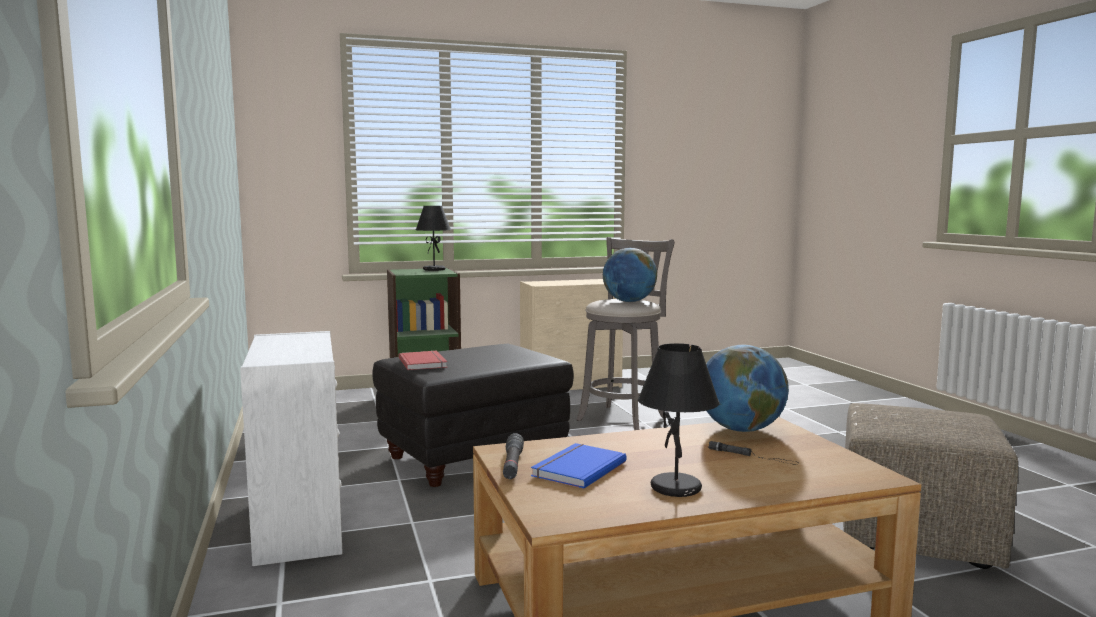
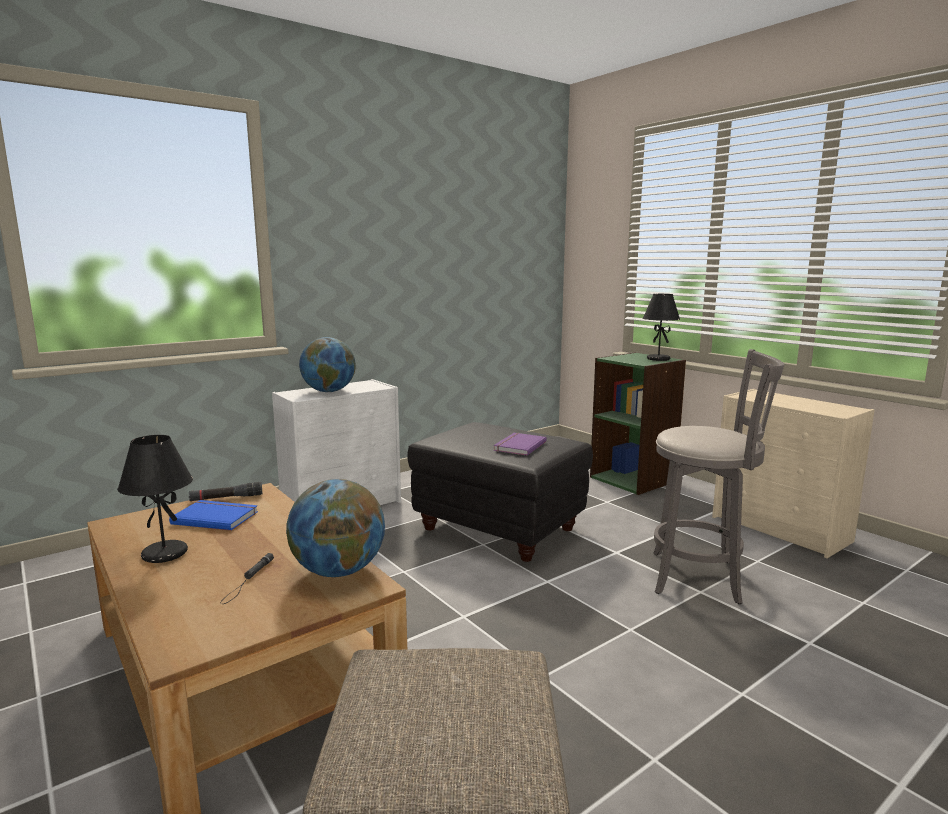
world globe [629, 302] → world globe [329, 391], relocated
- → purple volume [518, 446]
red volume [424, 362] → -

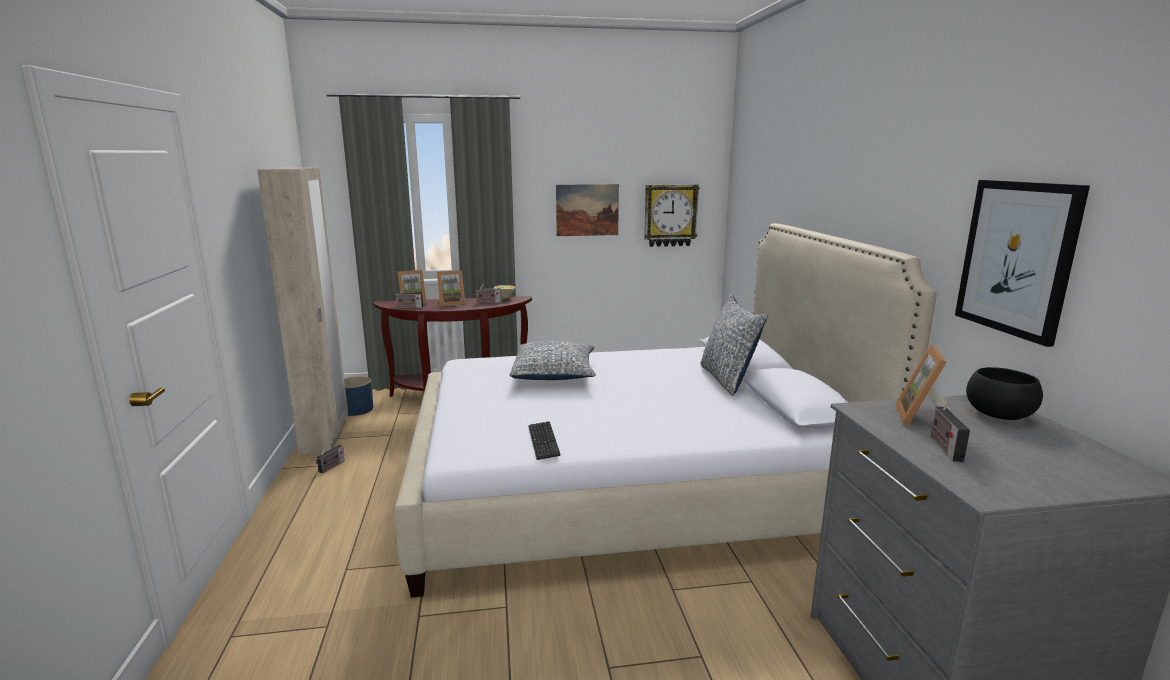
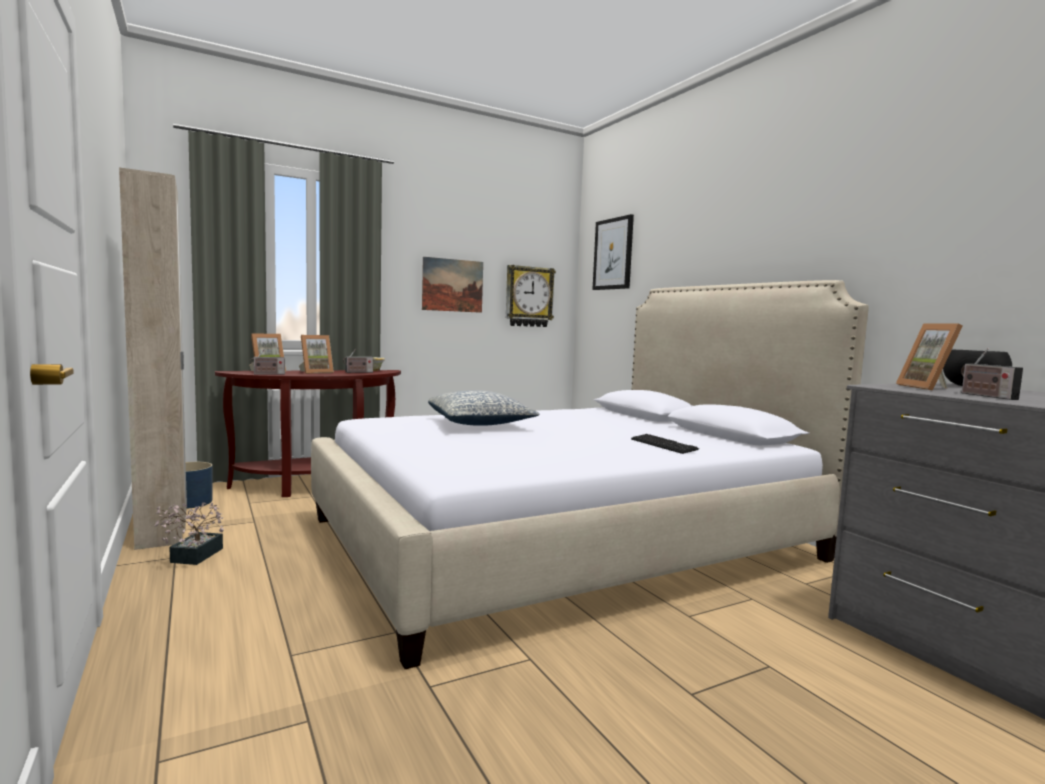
radio receiver [331, 467] → potted plant [192, 557]
wall art [1017, 258] → wall art [613, 254], relocated
keyboard [543, 441] → keyboard [663, 445], relocated
throw pillow [728, 380] → -

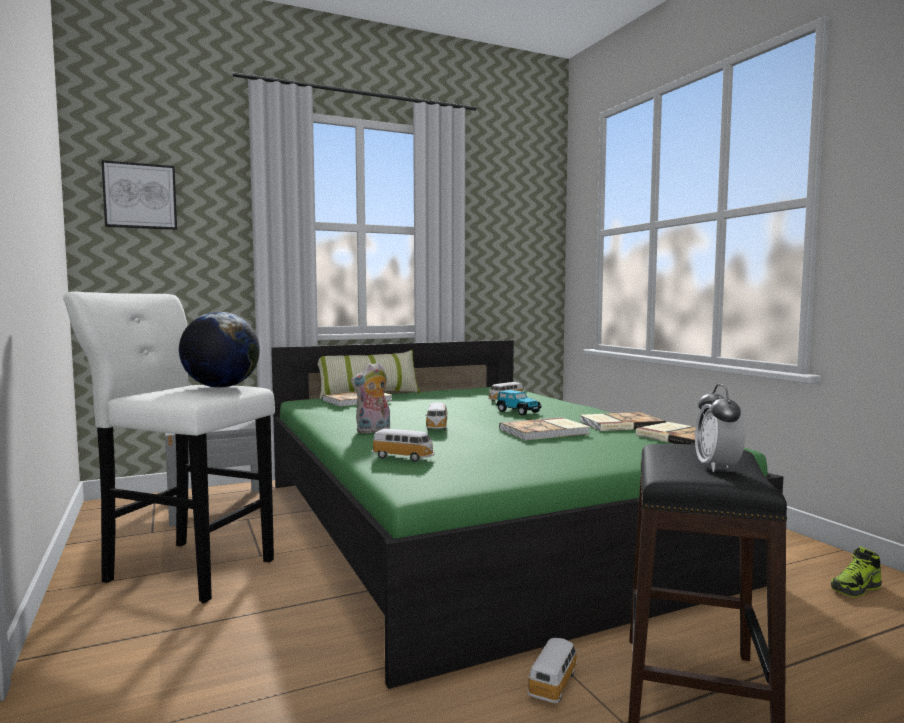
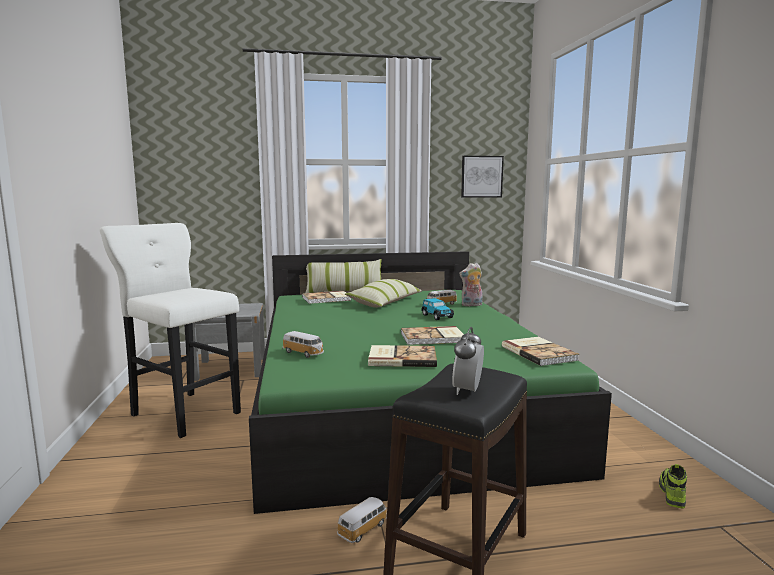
- → throw pillow [385, 302]
volume [619, 424] → volume [401, 358], relocated
cuddly toy [373, 431] → cuddly toy [471, 305], relocated
wall art [140, 196] → wall art [481, 176], relocated
shoe [856, 589] → shoe [672, 494], 120 degrees clockwise
world globe [221, 387] → -
miniature car [437, 427] → -

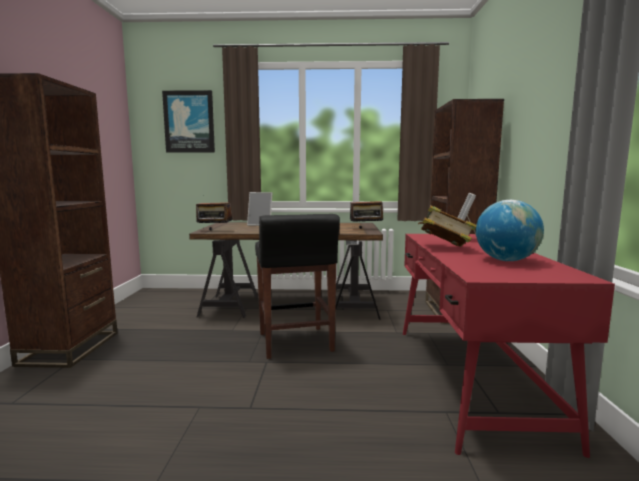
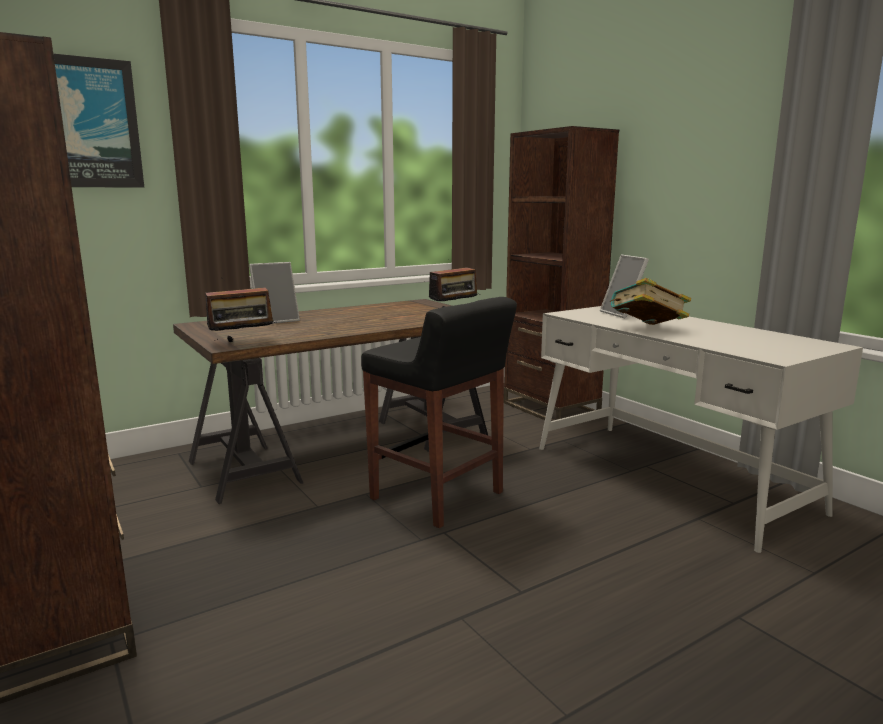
red desk [469, 378] → whitish desk [668, 478]
world globe [506, 260] → -

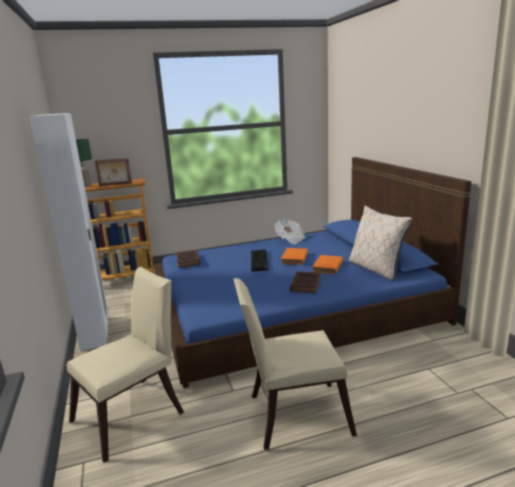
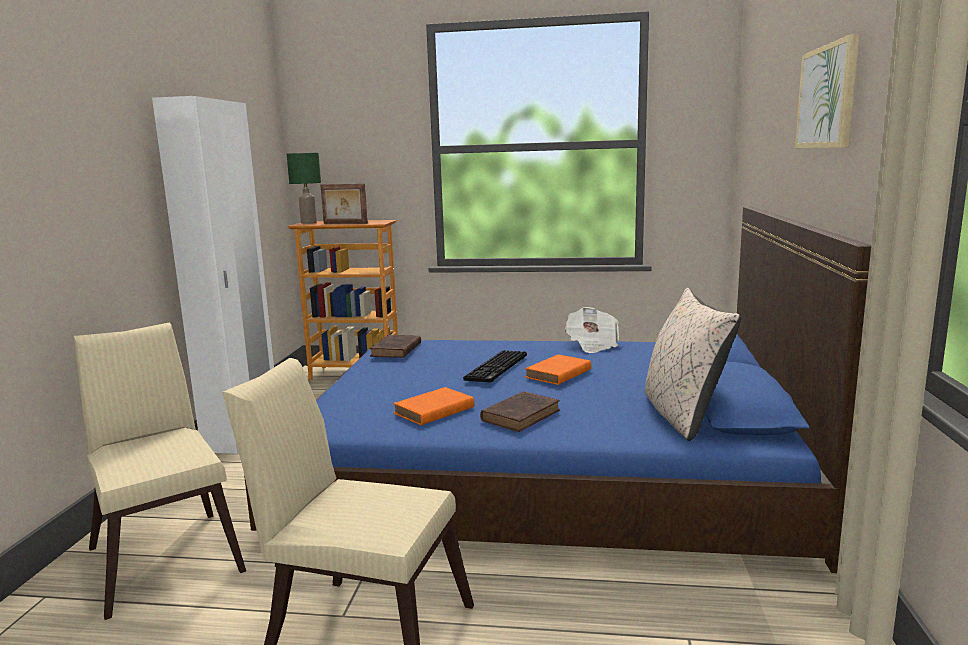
beige plain chair [134, 414] → beige plain chair [166, 554], 105 degrees counterclockwise
orange volume [327, 267] → orange volume [432, 411], relocated
- → wall art [827, 97]

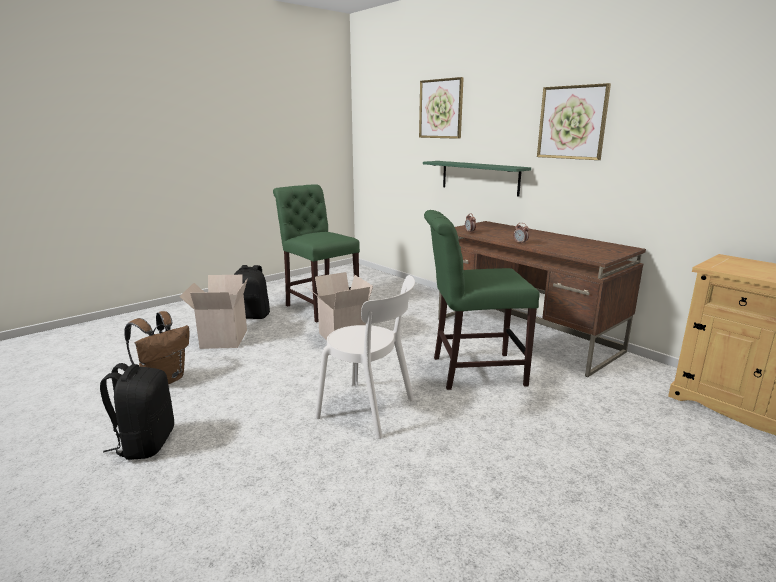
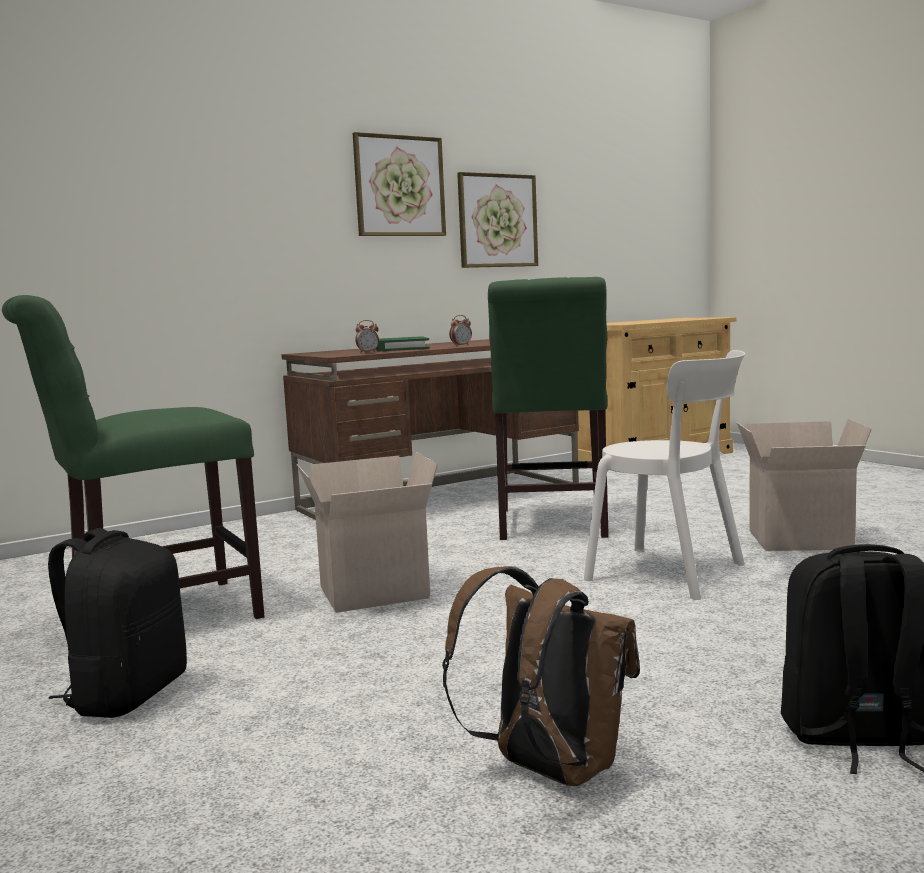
- → green-coloured volume [400, 348]
wall art [441, 109] → wall art [497, 221], relocated
whitish plain chair [370, 409] → whitish plain chair [672, 573], 90 degrees clockwise
packing box [222, 339] → packing box [798, 541], relocated
green-coloured shelf [479, 177] → -

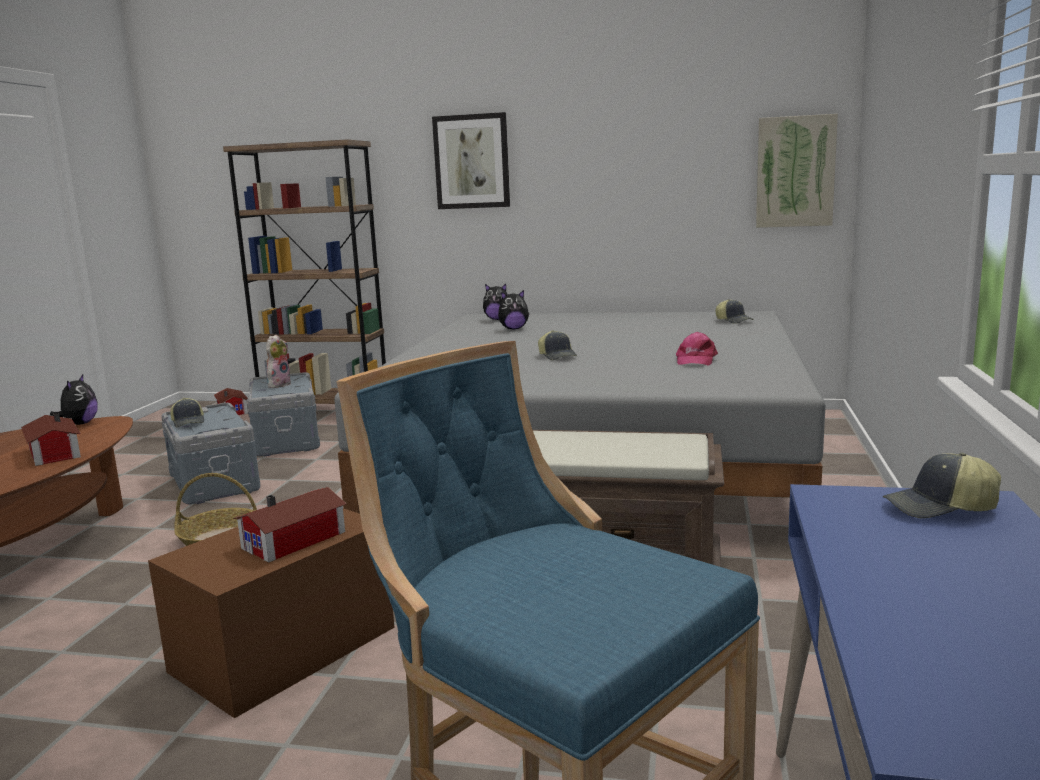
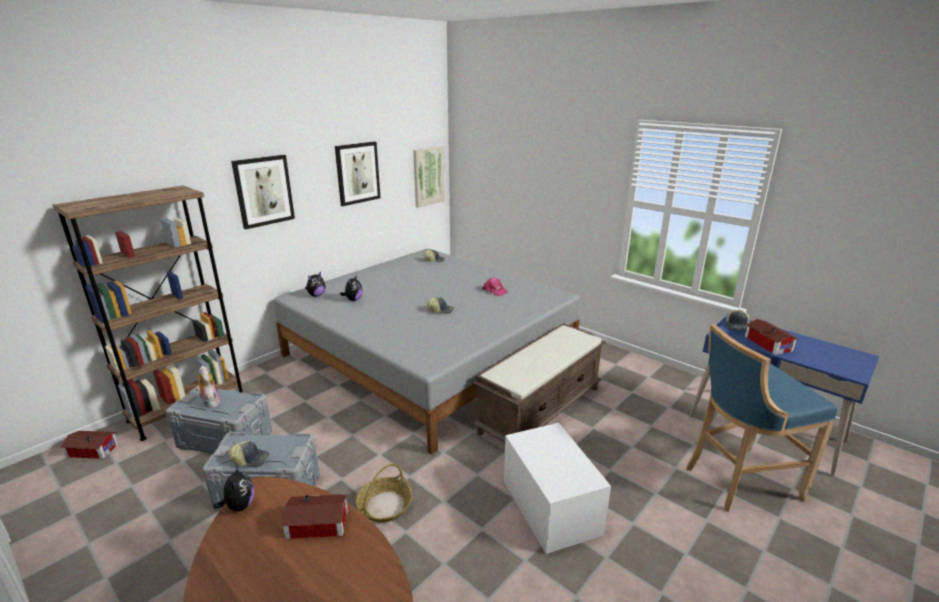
cuddly toy [80, 424] → cuddly toy [239, 506], 45 degrees clockwise
- → wall art [357, 173]
brown-coloured storage bin [284, 649] → whitish storage bin [551, 506]
model house [297, 539] → model house [768, 343], relocated

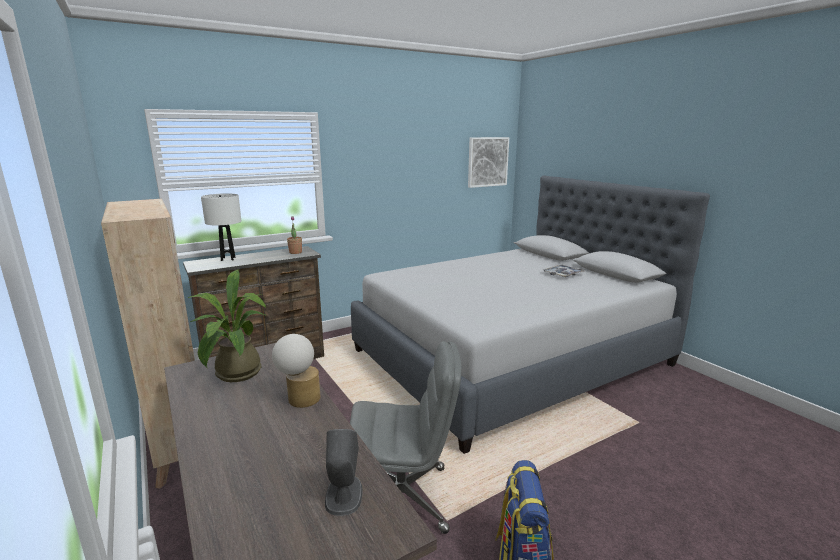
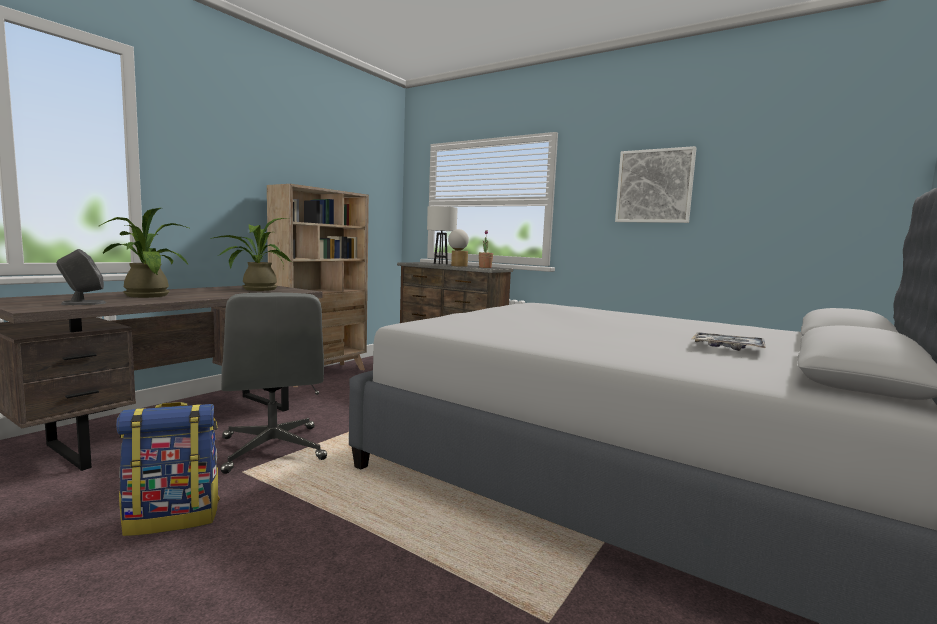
- → potted plant [146, 295]
table lamp [299, 399] → table lamp [458, 265], relocated
wall art [487, 162] → wall art [654, 186], relocated

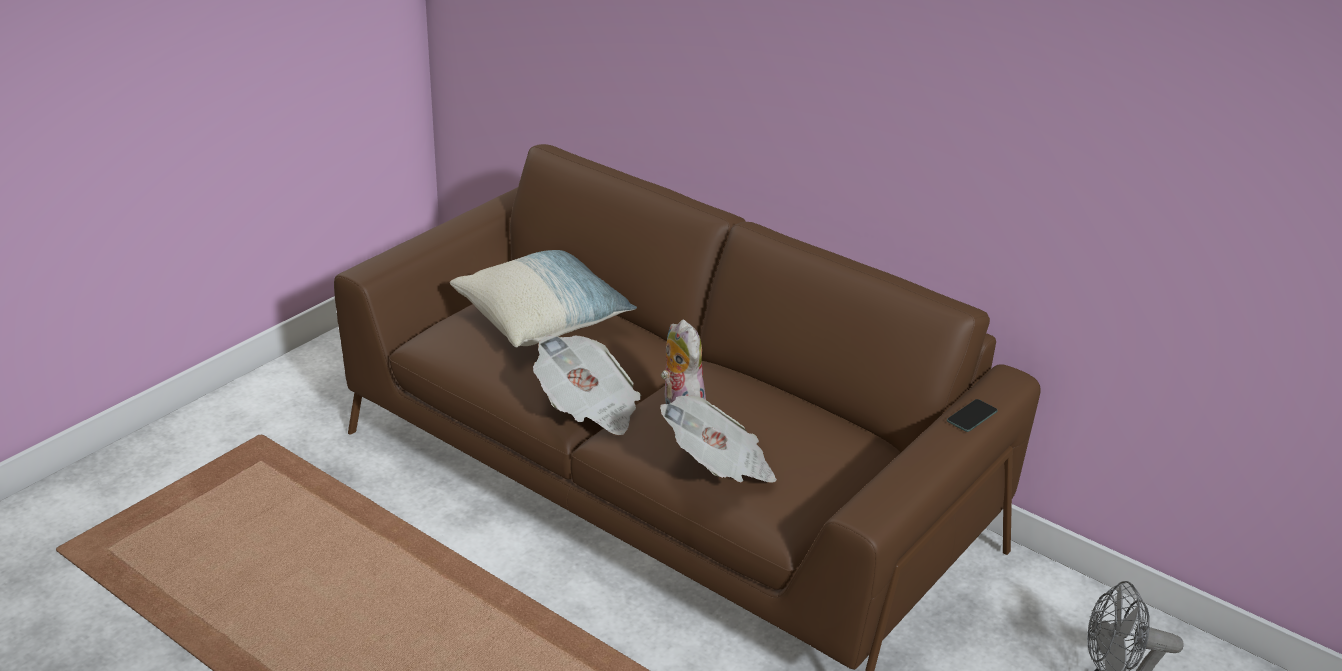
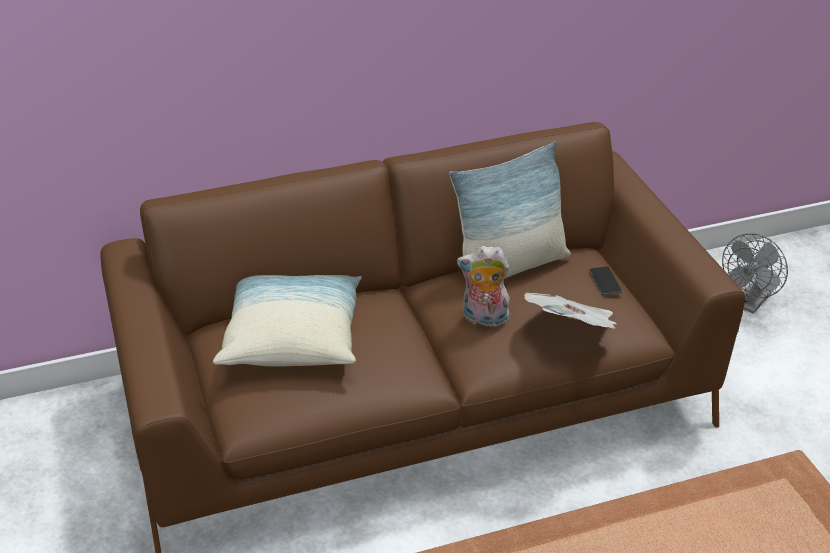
- → throw pillow [510, 267]
phone [972, 416] → phone [605, 281], relocated
printed paper [588, 408] → -

